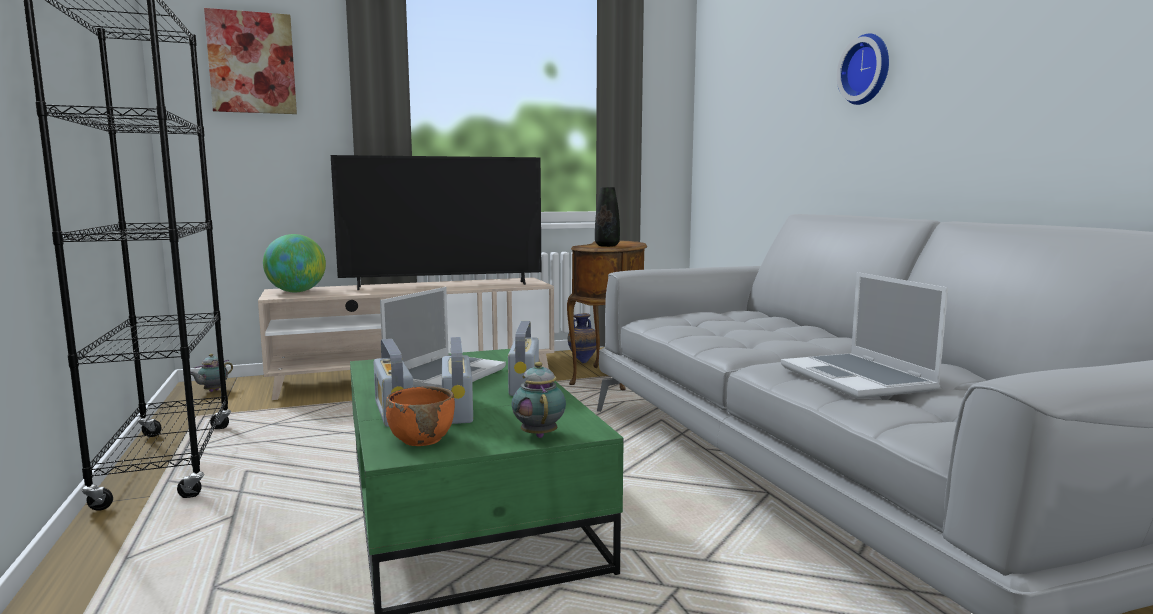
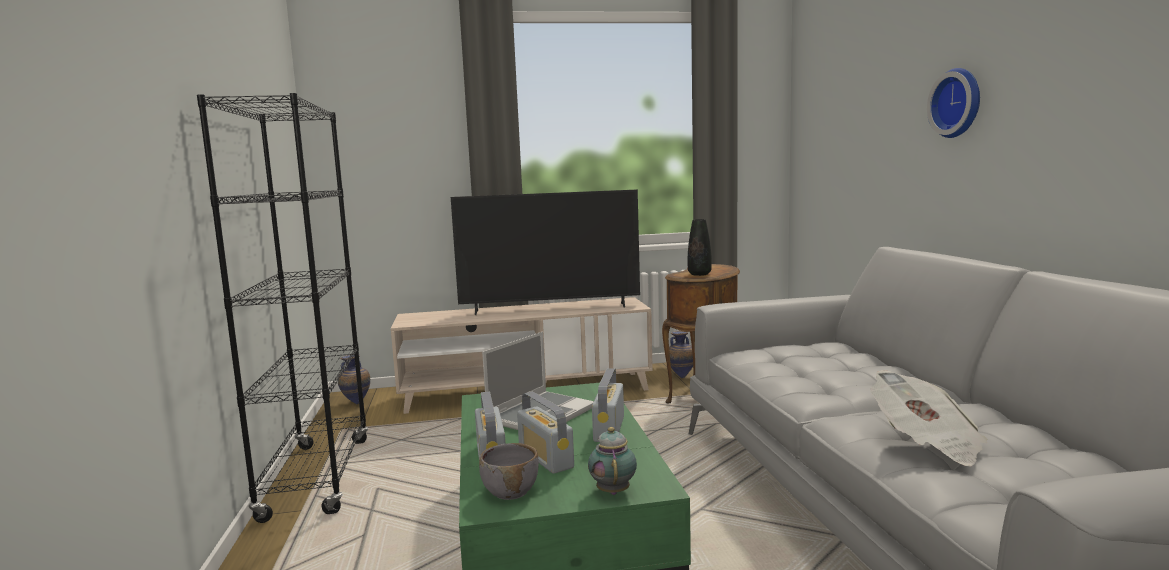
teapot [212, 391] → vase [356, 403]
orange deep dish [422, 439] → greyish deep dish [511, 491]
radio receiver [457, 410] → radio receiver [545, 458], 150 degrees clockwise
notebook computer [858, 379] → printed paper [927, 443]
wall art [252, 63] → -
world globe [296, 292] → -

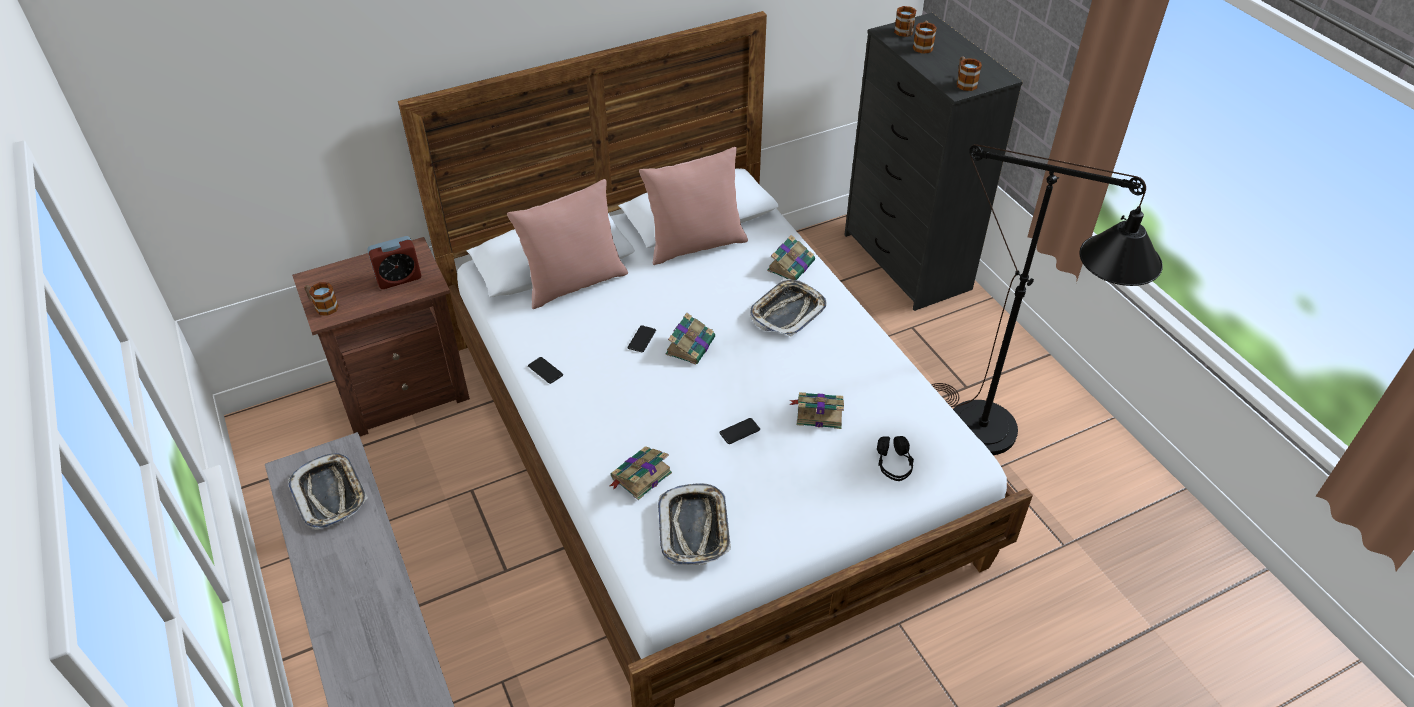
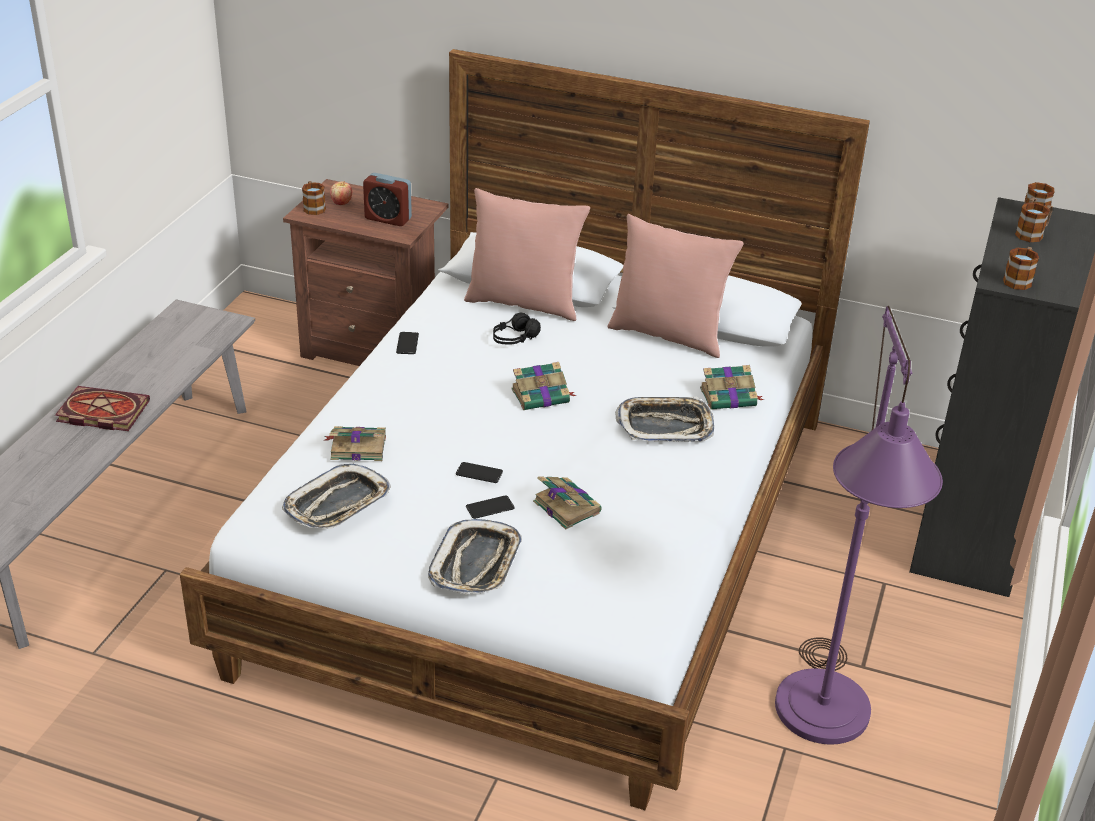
- → volume [100, 412]
- → whole apple [341, 203]
serving tray [330, 494] → serving tray [476, 564], relocated
phone [642, 339] → phone [490, 508], relocated
blackish headphones [893, 464] → blackish headphones [514, 339], relocated
blackish floor lamp [997, 441] → purple floor lamp [821, 729]

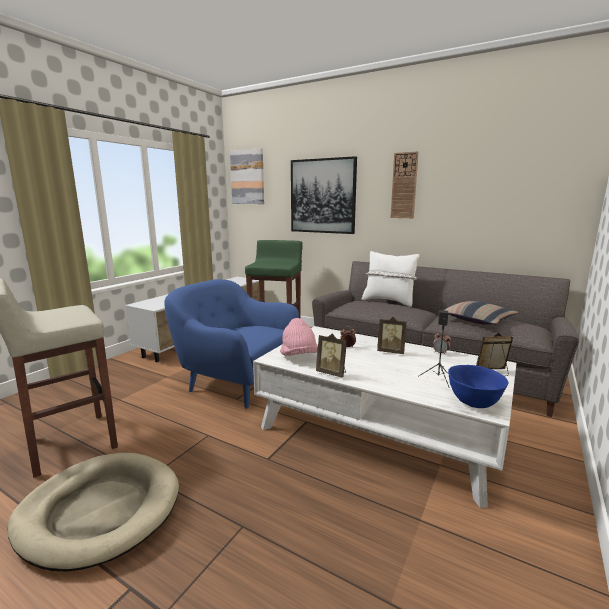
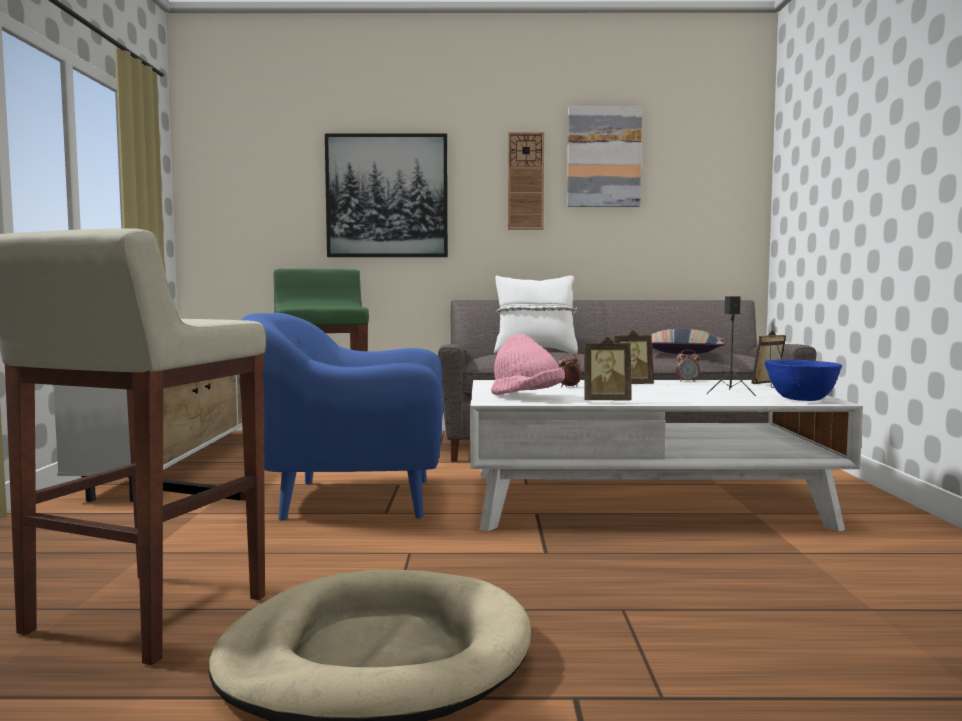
wall art [247, 177] → wall art [603, 157], relocated

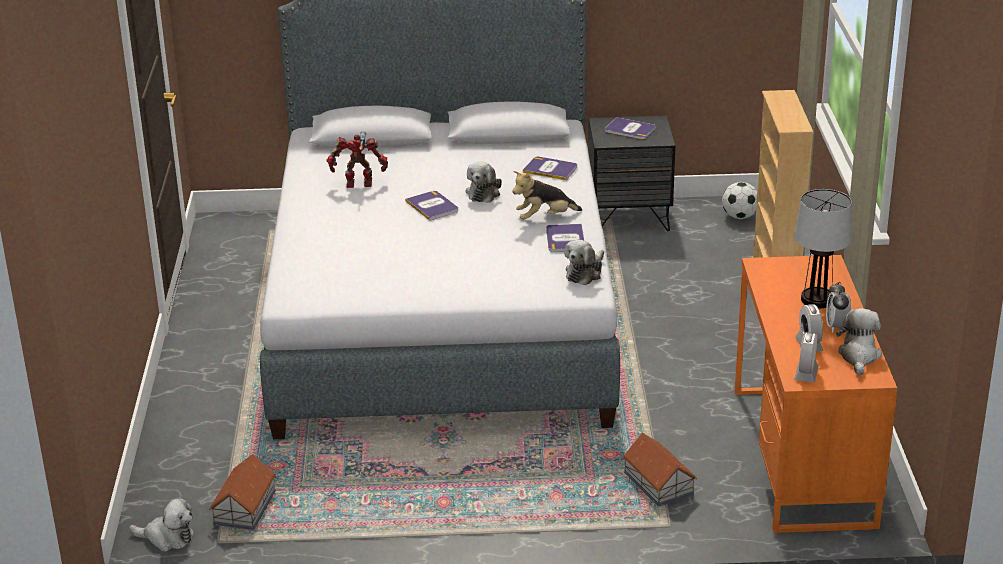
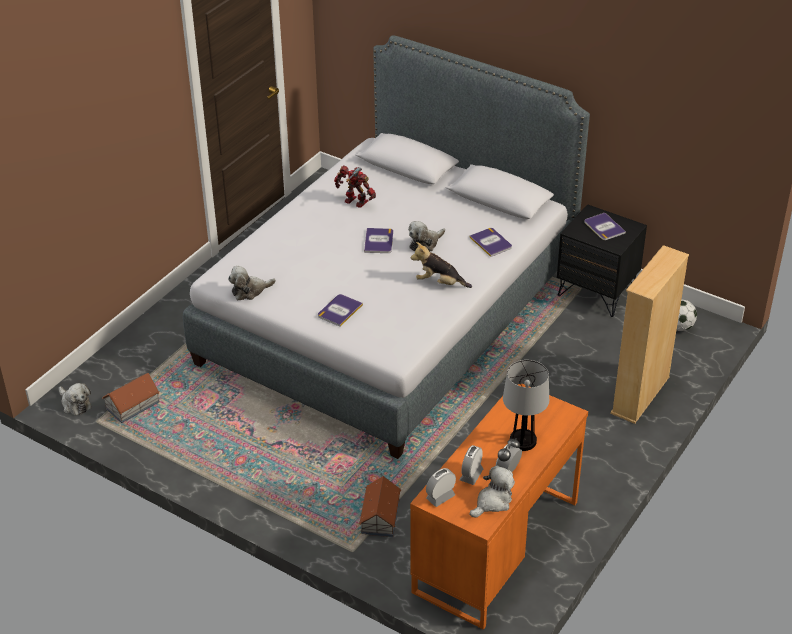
cuddly toy [585, 273] → cuddly toy [250, 291], relocated
volume [565, 239] → volume [339, 310], relocated

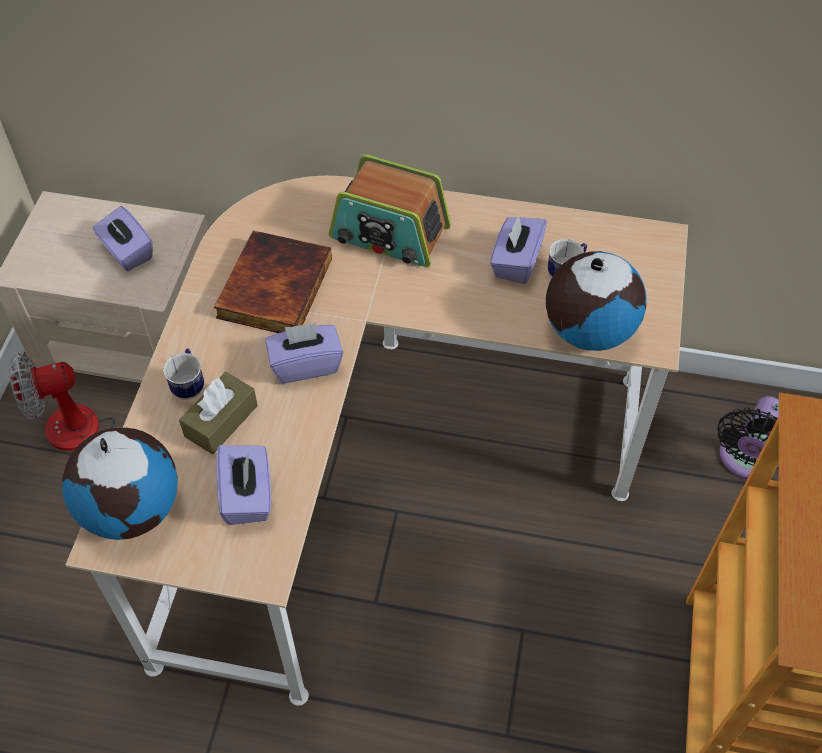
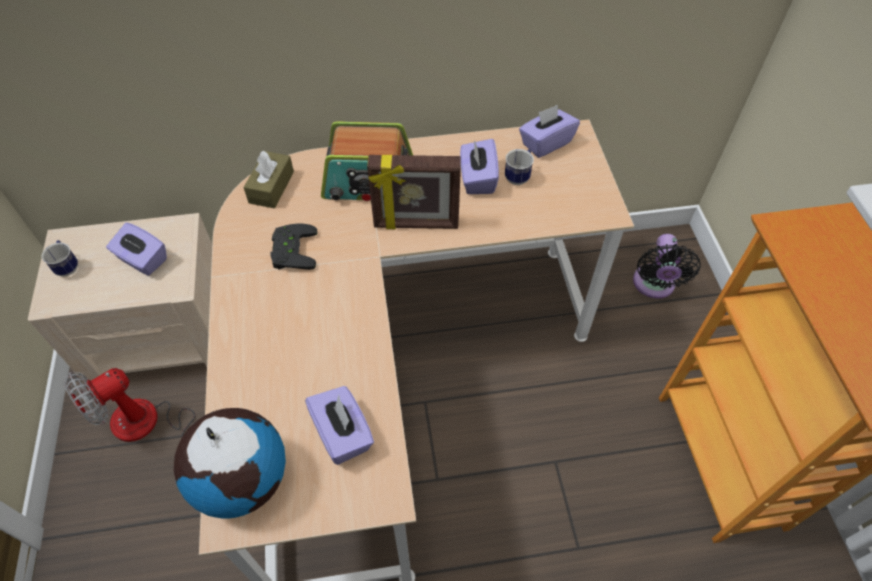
tea mug [189, 385] → tea mug [68, 266], relocated
brown-coloured box of tissues [221, 421] → brown-coloured box of tissues [271, 187], relocated
volume [273, 287] → blackish game controller [291, 250]
- → picture frame [416, 224]
purple box of tissues [306, 364] → purple box of tissues [546, 143], relocated
world globe [588, 330] → -

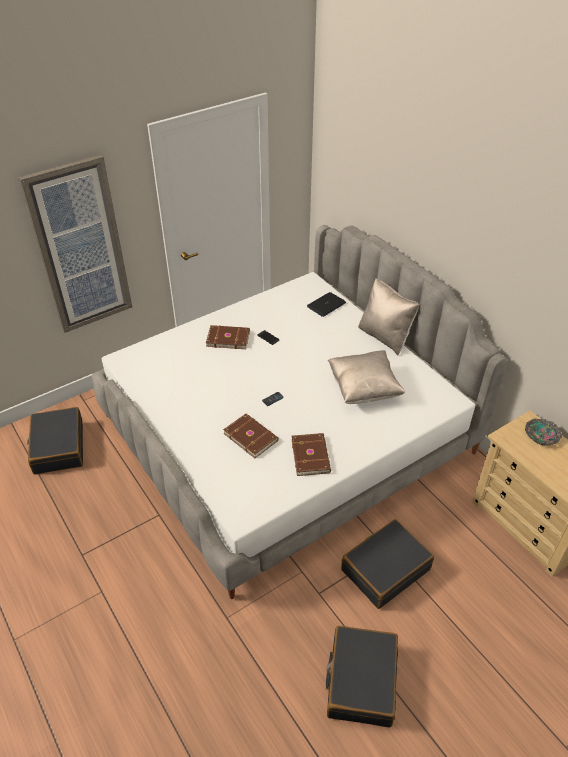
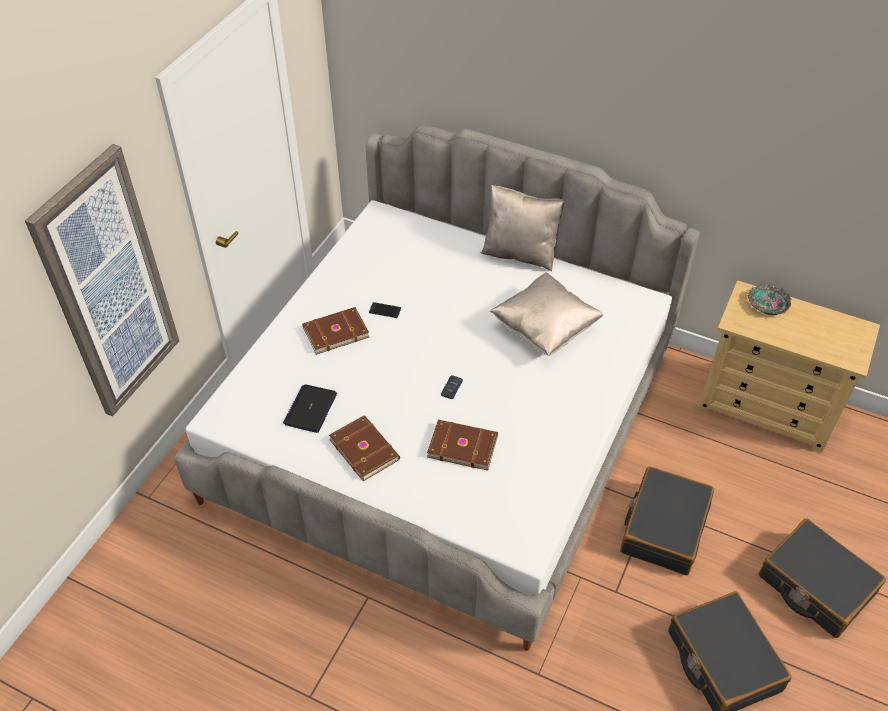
notebook computer [326, 305] → notebook computer [310, 409], relocated
brown-coloured volume [311, 455] → brown-coloured volume [365, 448], relocated
blackish travel case [58, 447] → blackish travel case [815, 585], relocated

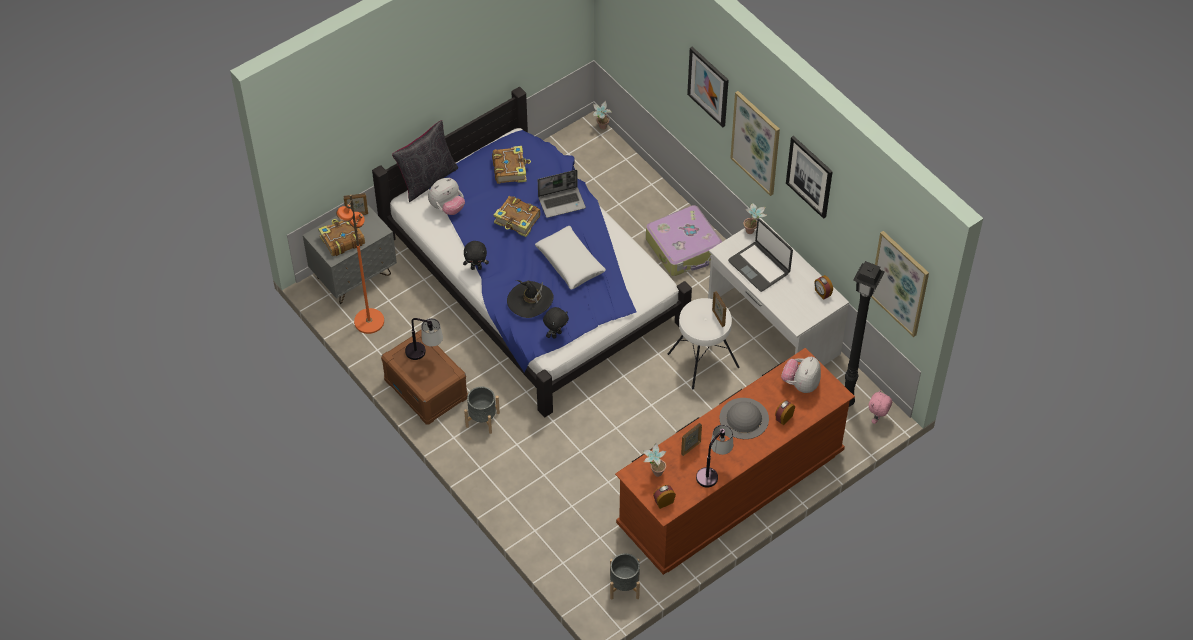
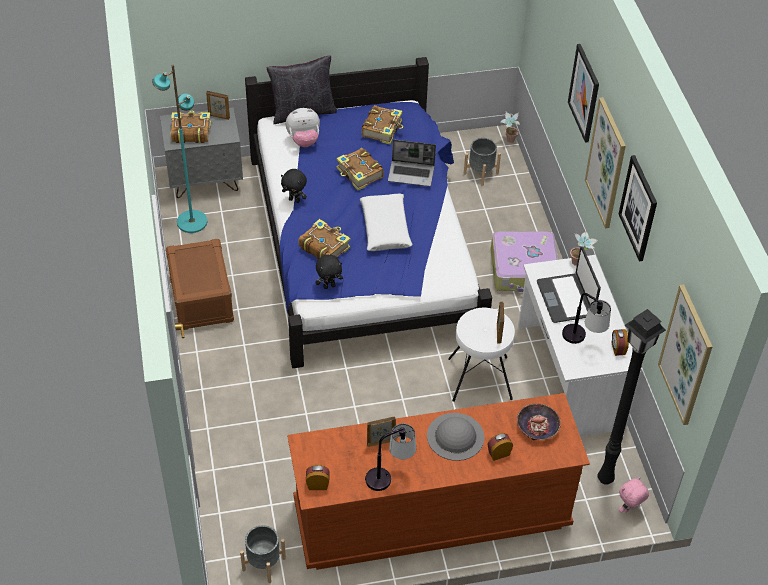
orange floor lamp [368, 321] → turquoise-coloured floor lamp [191, 222]
blackish hat [530, 300] → volume [324, 246]
greyish planter [482, 419] → greyish planter [480, 173], relocated
cuddly toy [800, 384] → deep dish [537, 427]
table lamp [425, 354] → table lamp [582, 340], relocated
potted plant [654, 473] → -

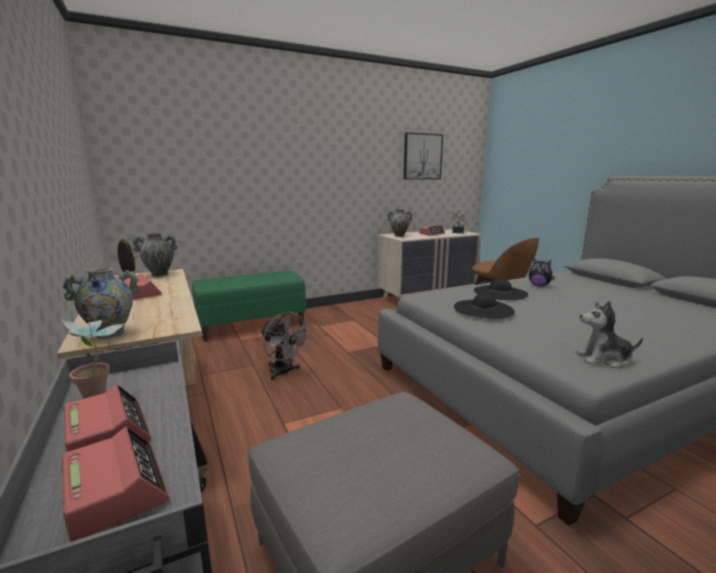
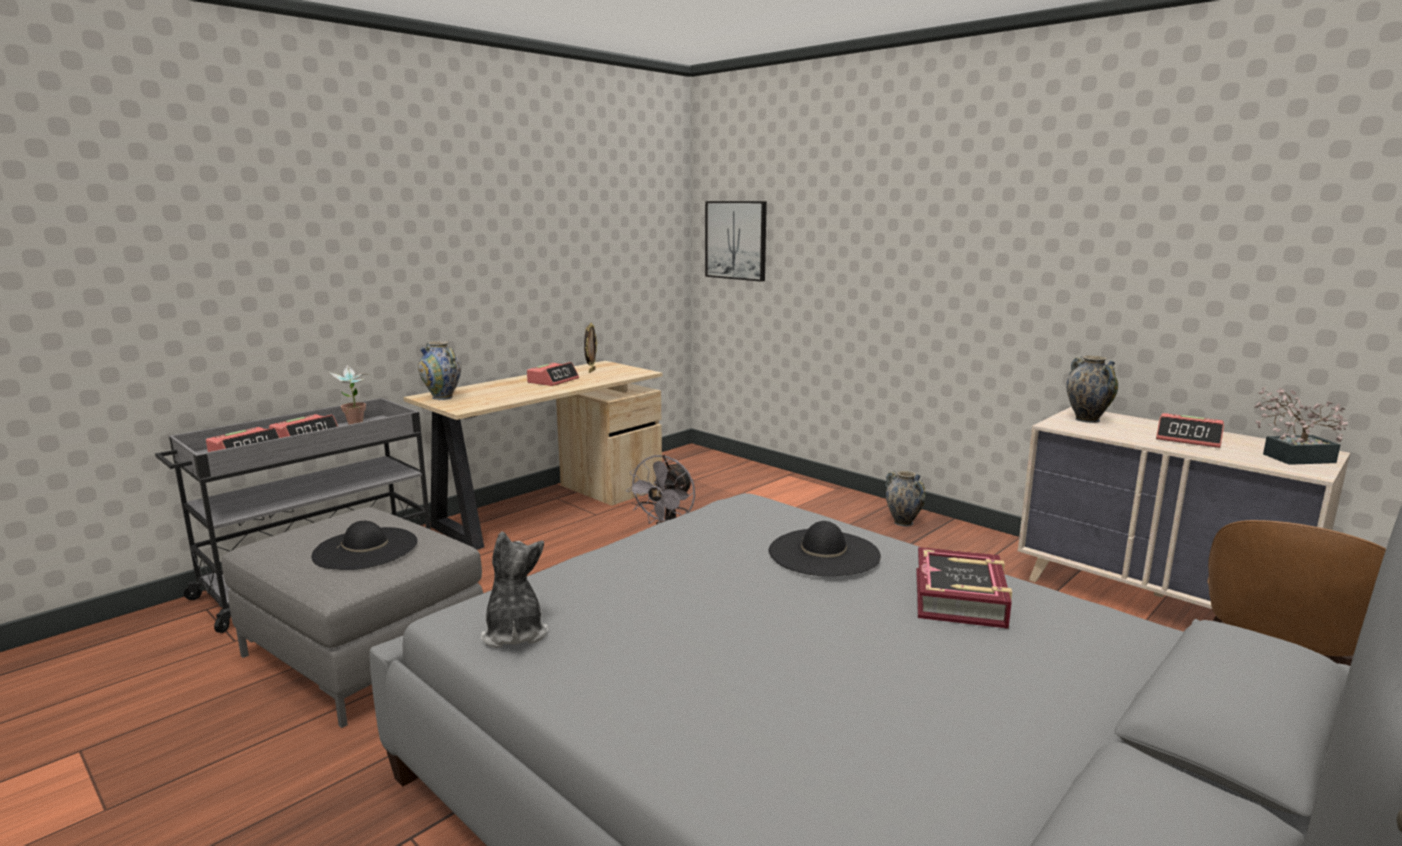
blackish hat [483, 309] → blackish hat [366, 548], relocated
wall art [422, 156] → wall art [736, 240], relocated
vase [159, 274] → vase [903, 522], relocated
cuddly toy [539, 285] → volume [960, 598]
green-coloured bench [252, 325] → -

